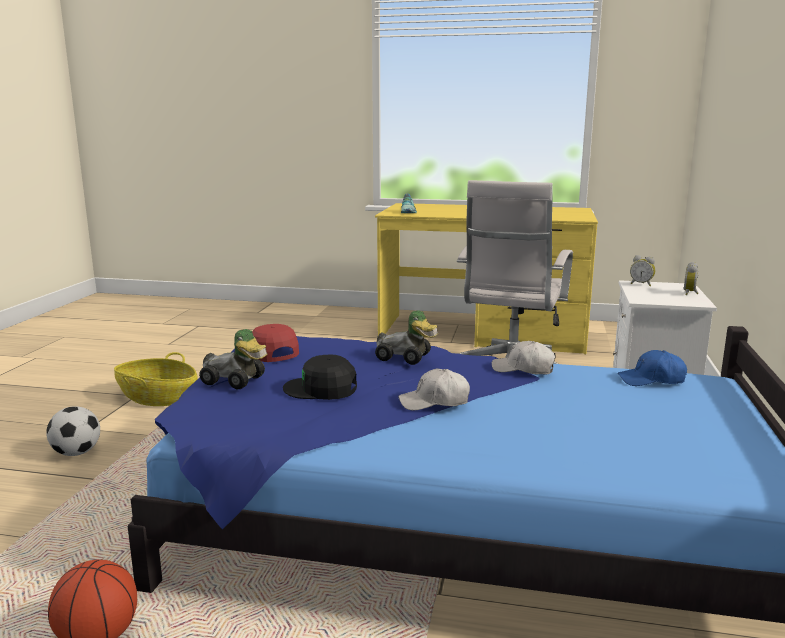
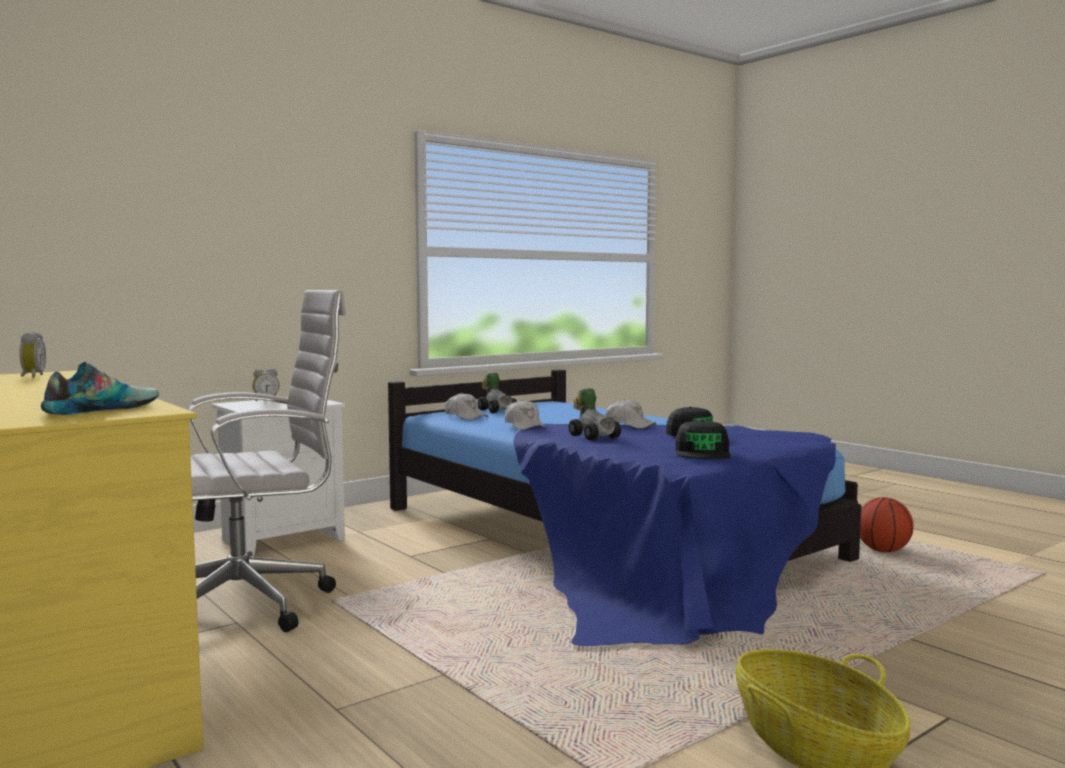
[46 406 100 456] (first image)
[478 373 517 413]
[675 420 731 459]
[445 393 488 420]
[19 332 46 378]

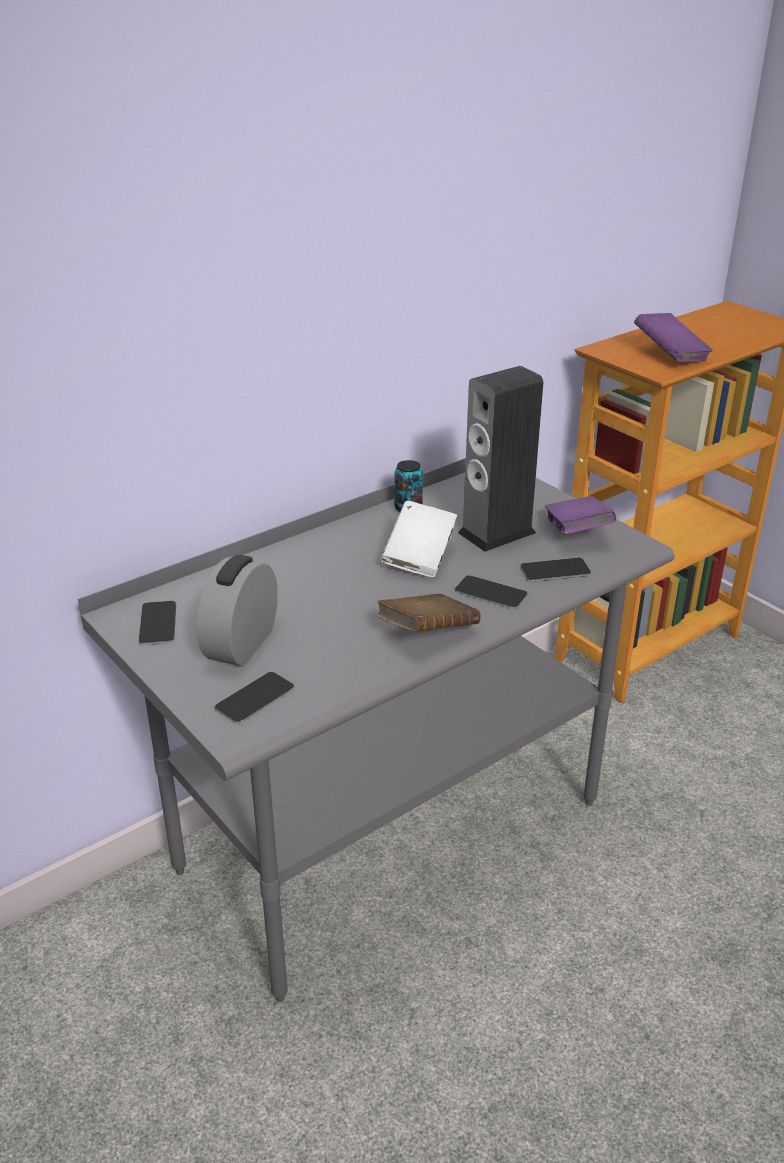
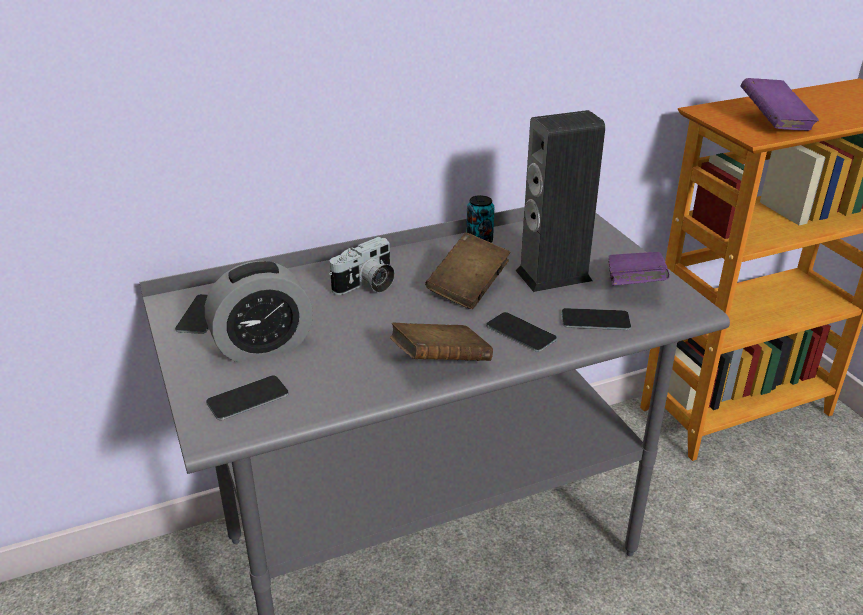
[205 261 313 362]
[425 233 511 309]
[329 237 395 295]

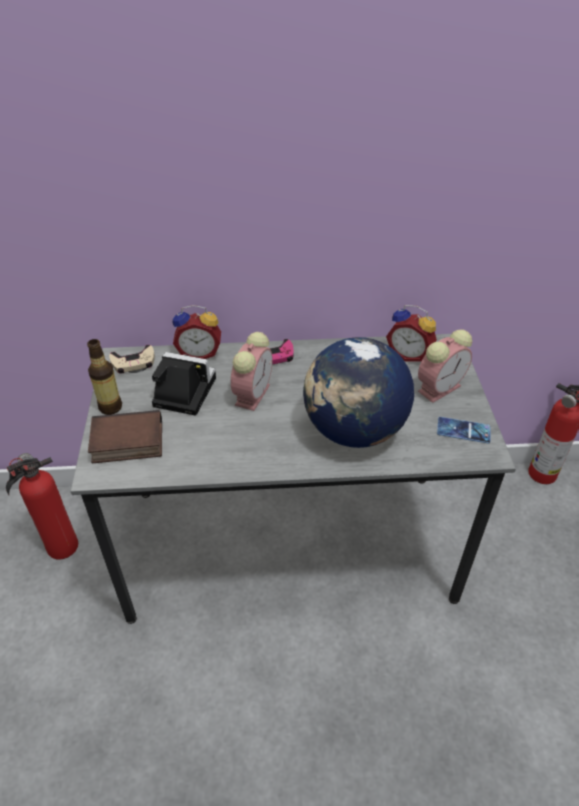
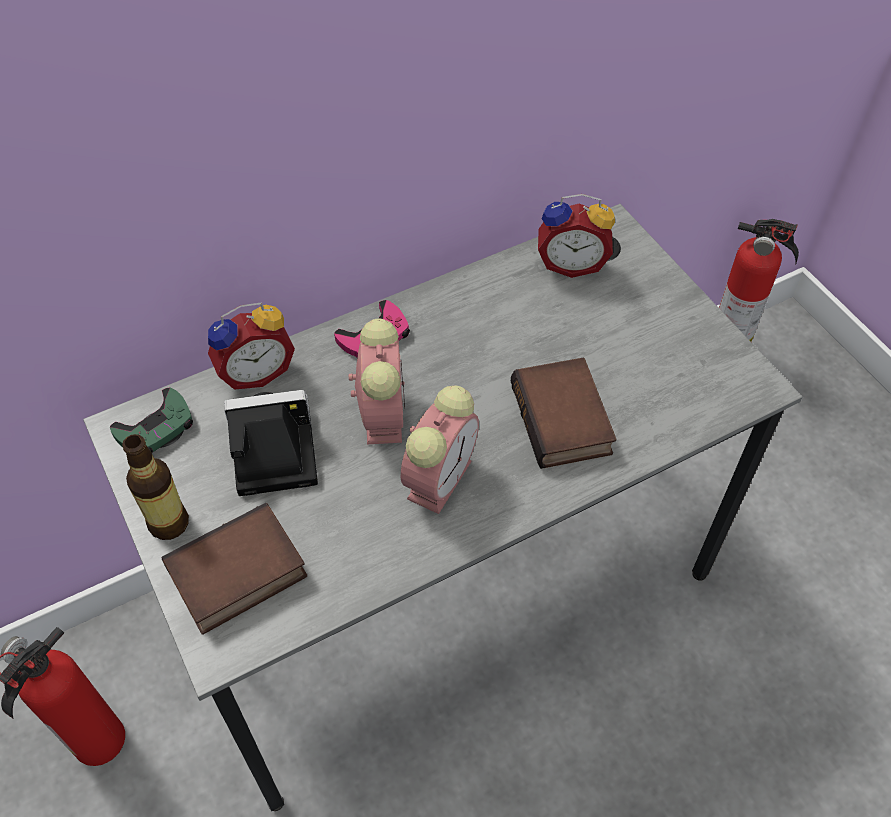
[110 388 193 453]
[511 357 616 469]
[401 386 479 514]
[437 417 490 443] (first image)

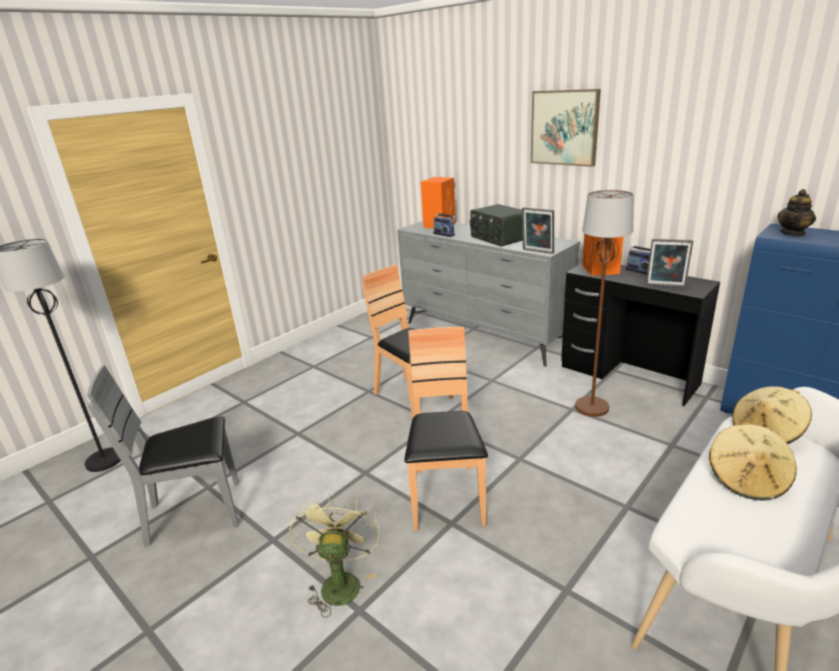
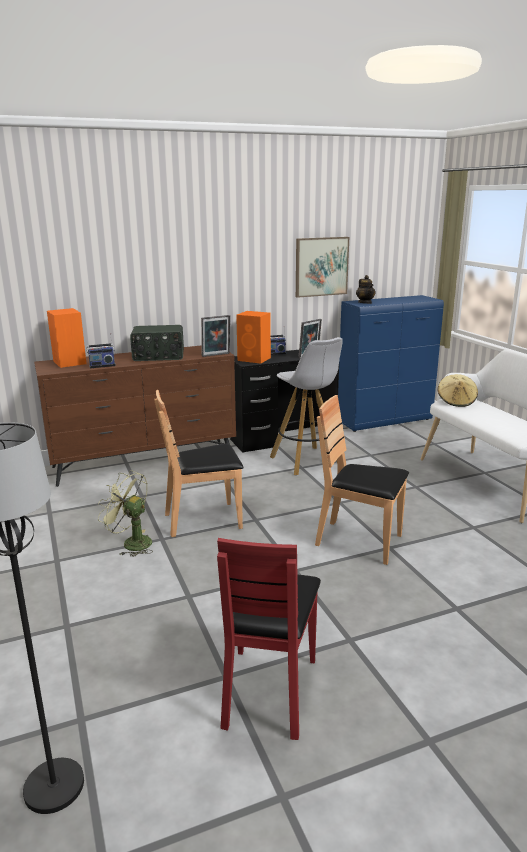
[217 538 321 740]
[98 470 153 557]
[34 345 236 487]
[296 237 349 298]
[270 337 343 475]
[709 422 797 501] (first image)

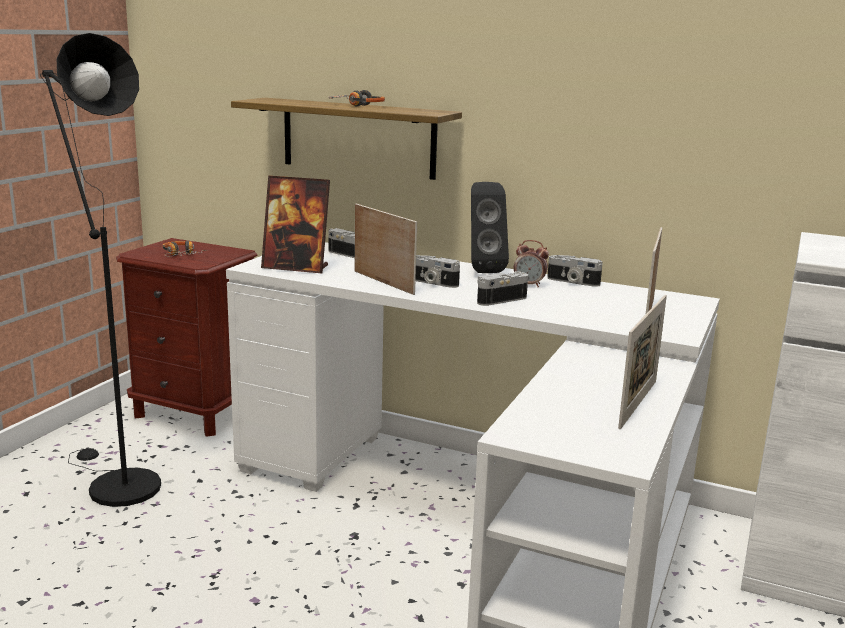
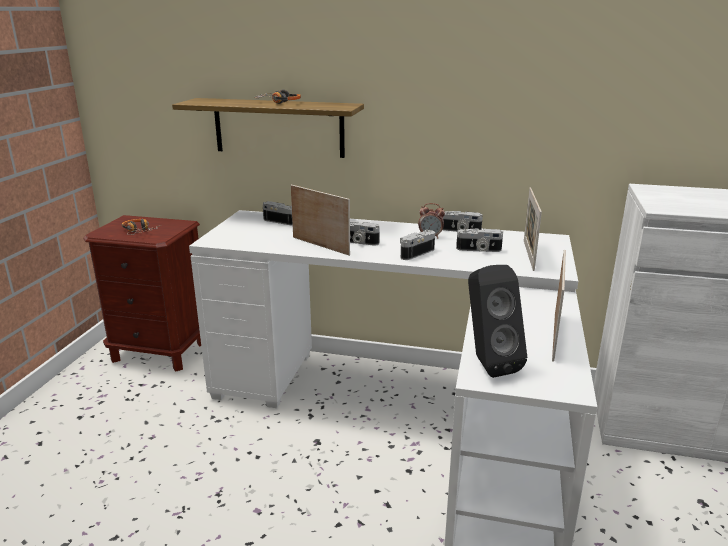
[40 33 161 507] (first image)
[261 176 330 273] (first image)
[468 265 527 378]
[456 228 503 252]

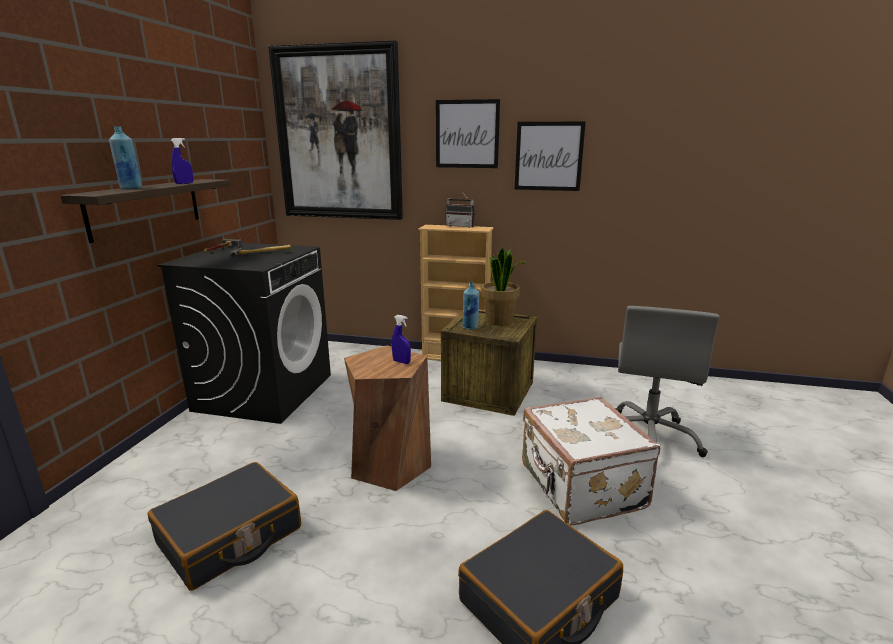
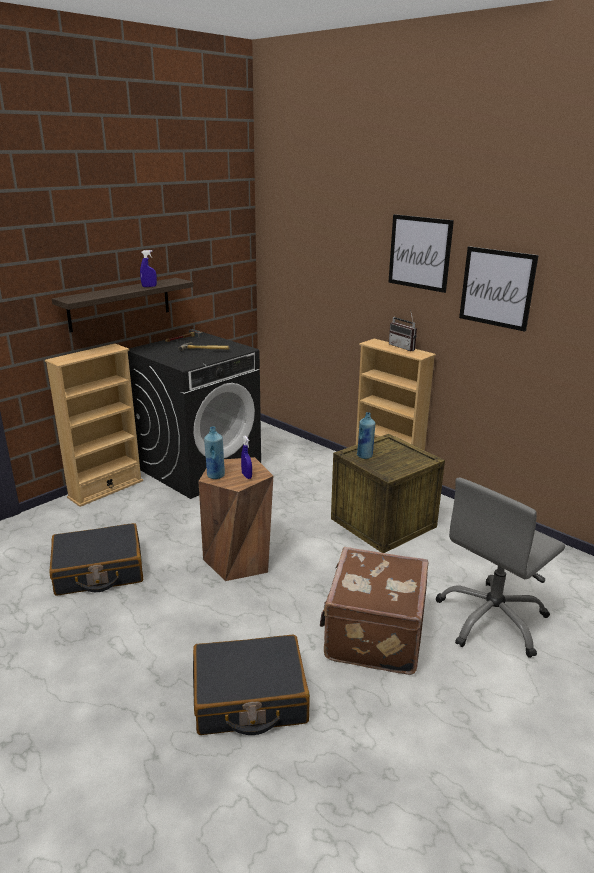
[204 426 225 479]
[268 40 403 220] (first image)
[481 248 527 326] (first image)
[320 547 429 675]
[45 344 143 507]

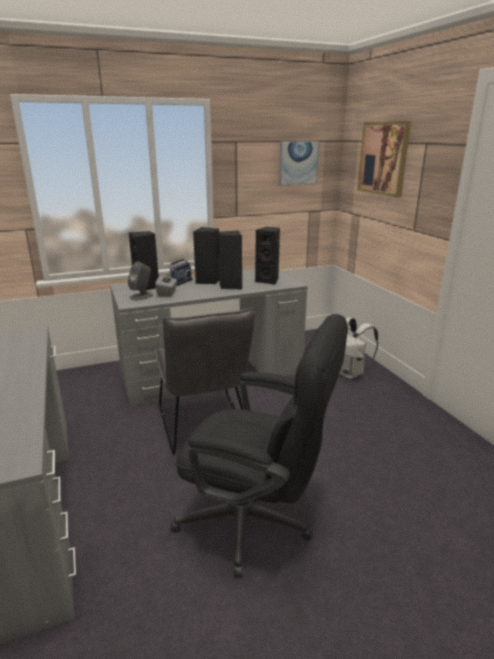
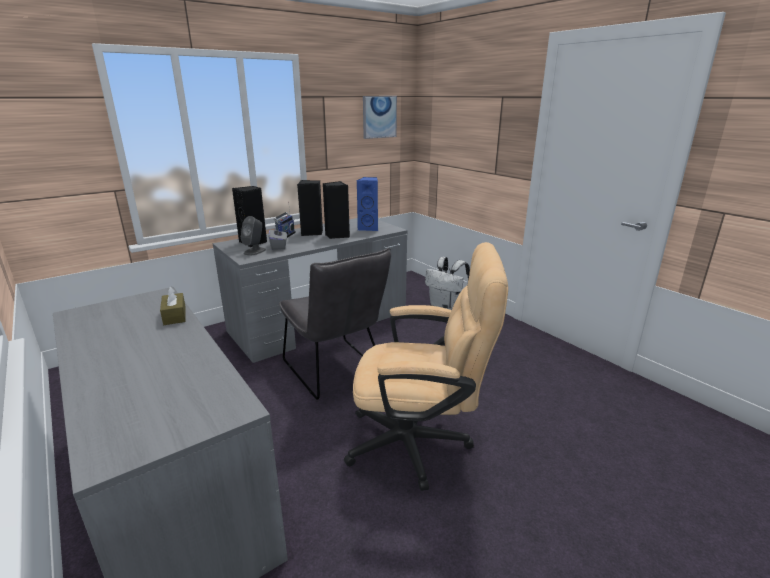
[344 242 508 491]
[357 177 378 231]
[357 121 411 198] (first image)
[160 286 186 325]

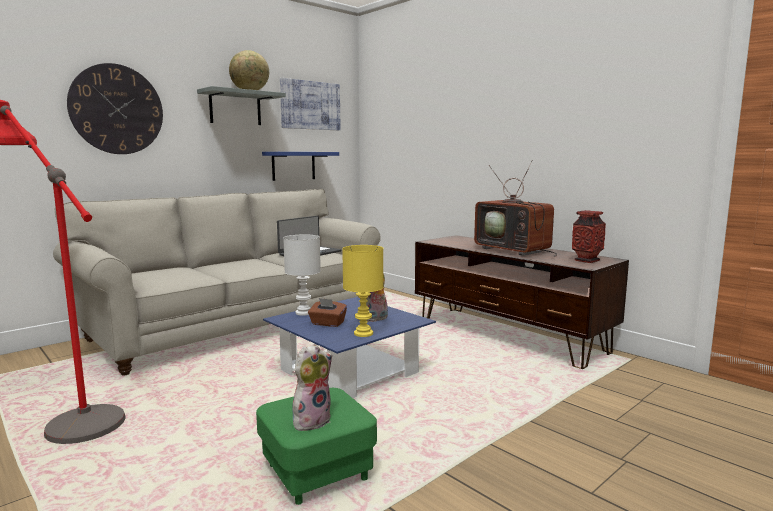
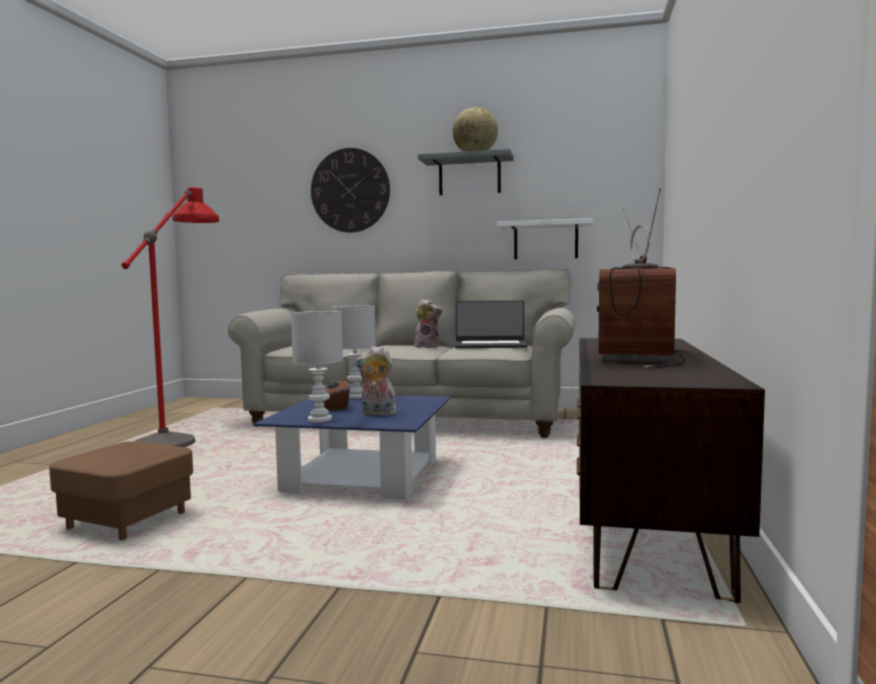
[49 441 193 540]
[497 218 593 259]
[280 78 341 130] (first image)
[414 299 443 348]
[291 311 343 422]
[572 210 606 263] (first image)

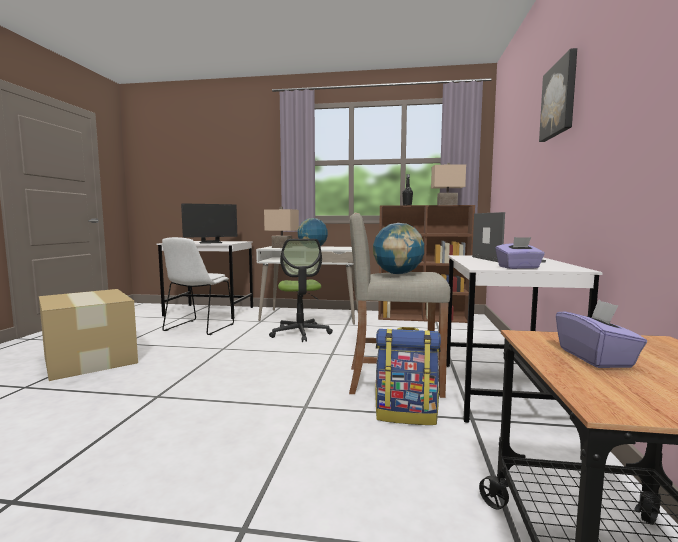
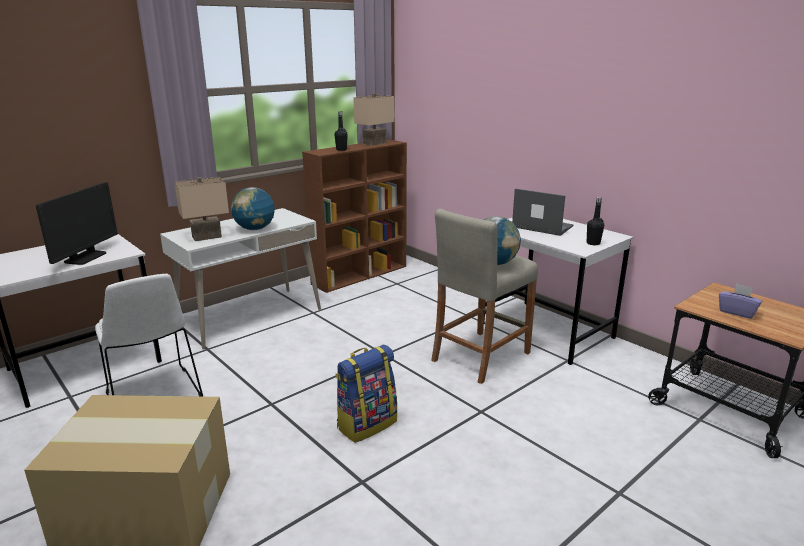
[269 239 333 342] (first image)
[336 345 397 443]
[587 197 604 245]
[539 48 577 142] (first image)

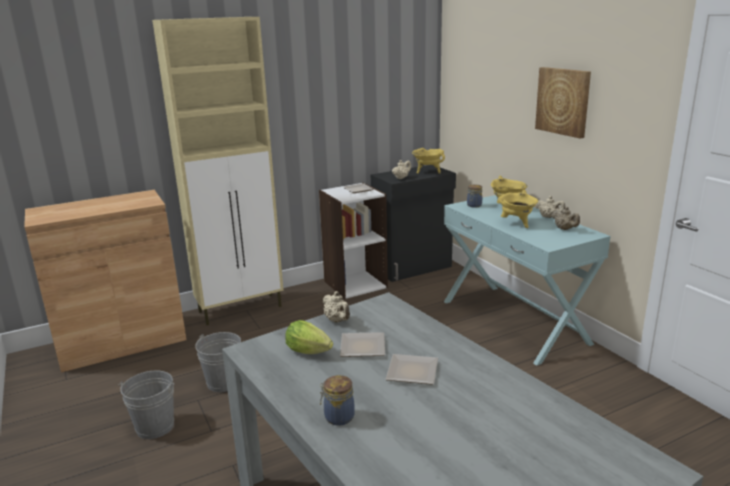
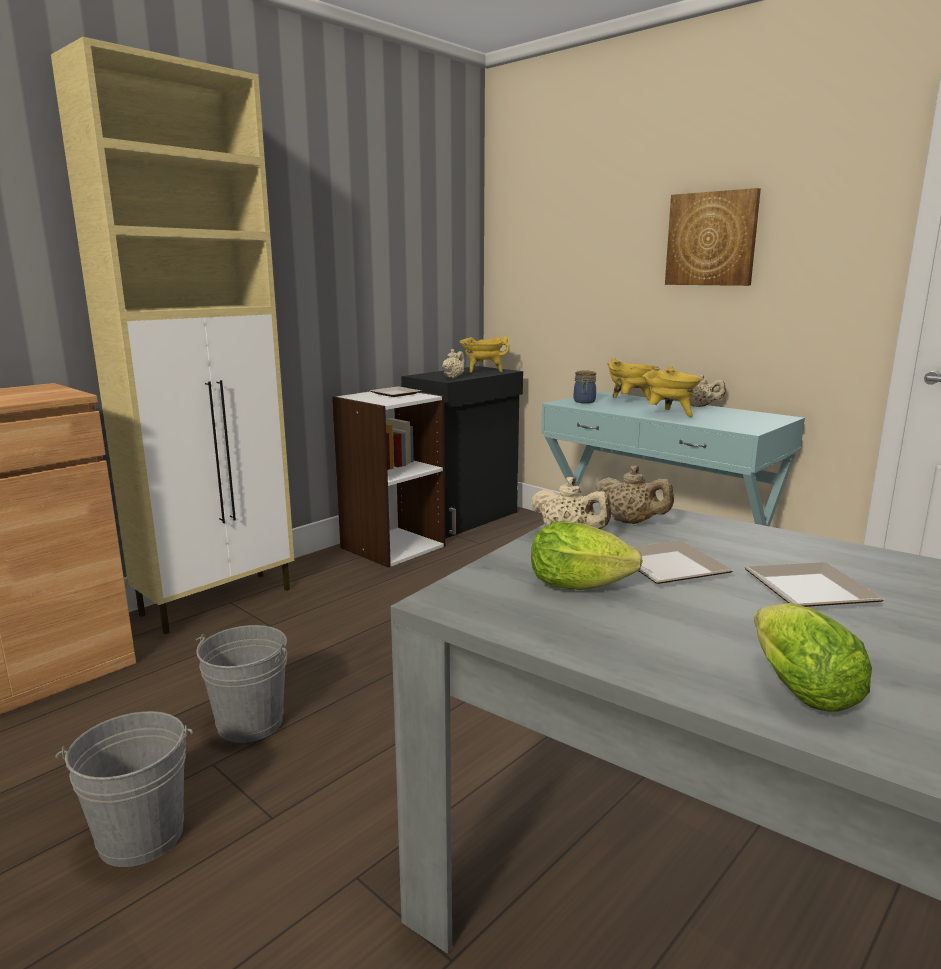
[754 603 872 712]
[594 465 674 524]

